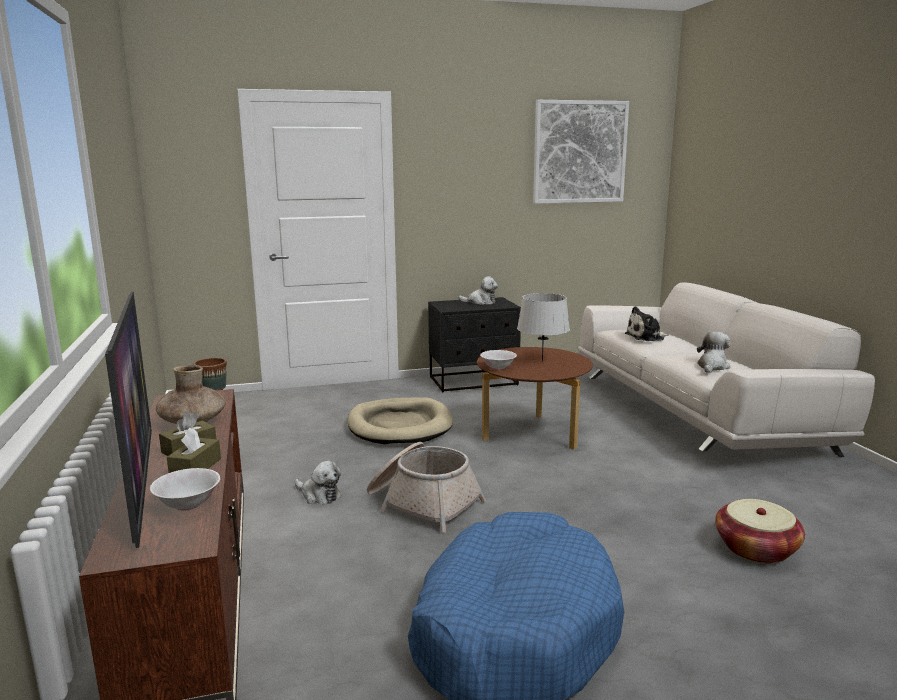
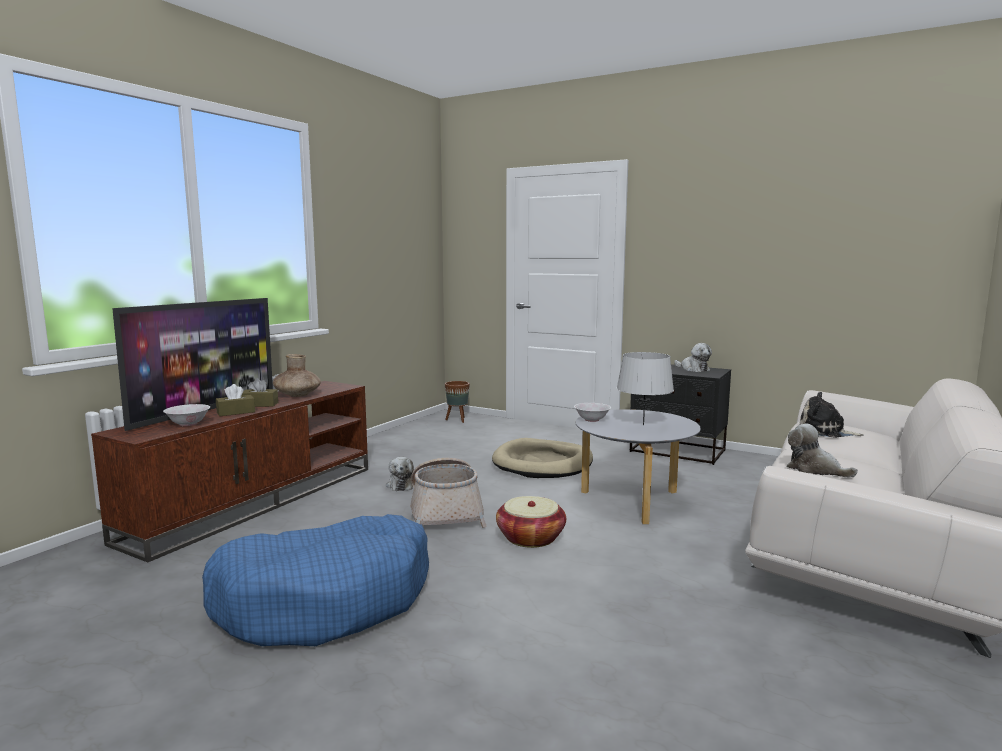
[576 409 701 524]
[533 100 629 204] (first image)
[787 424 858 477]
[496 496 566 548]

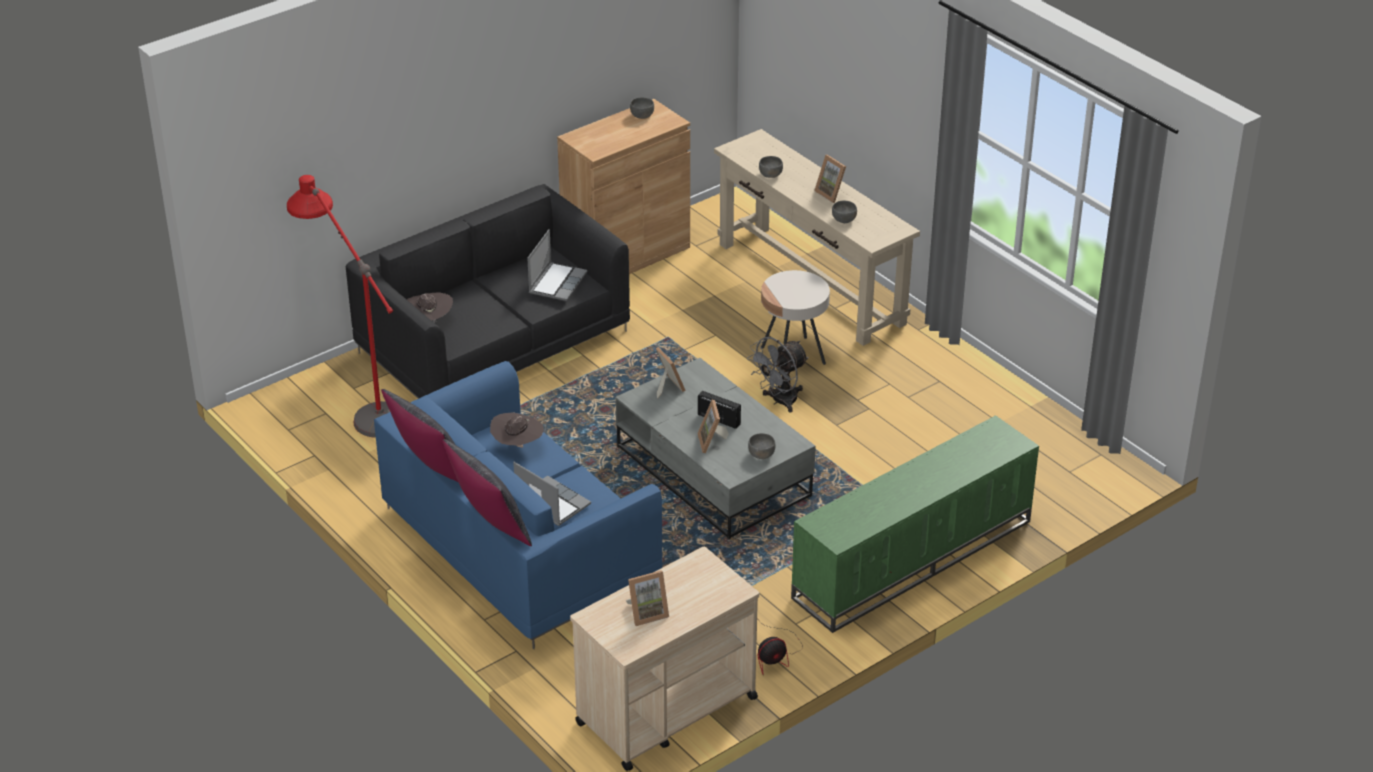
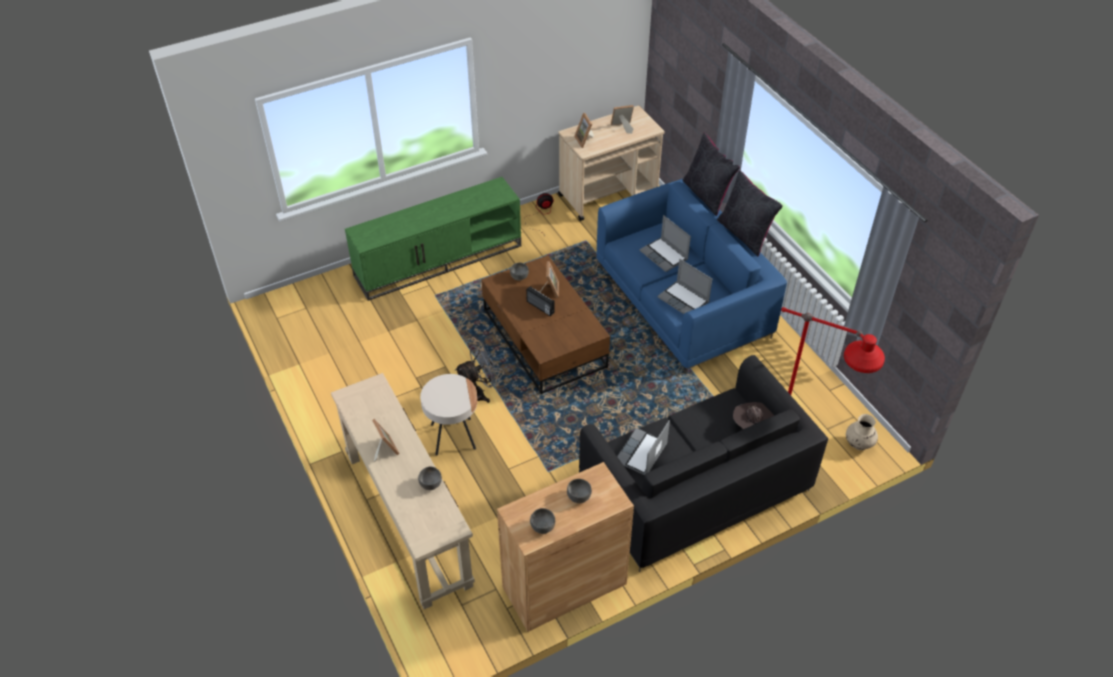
[658 259 712 314]
[481 255 610 394]
[574 113 594 148]
[567 479 592 503]
[846 414 878 450]

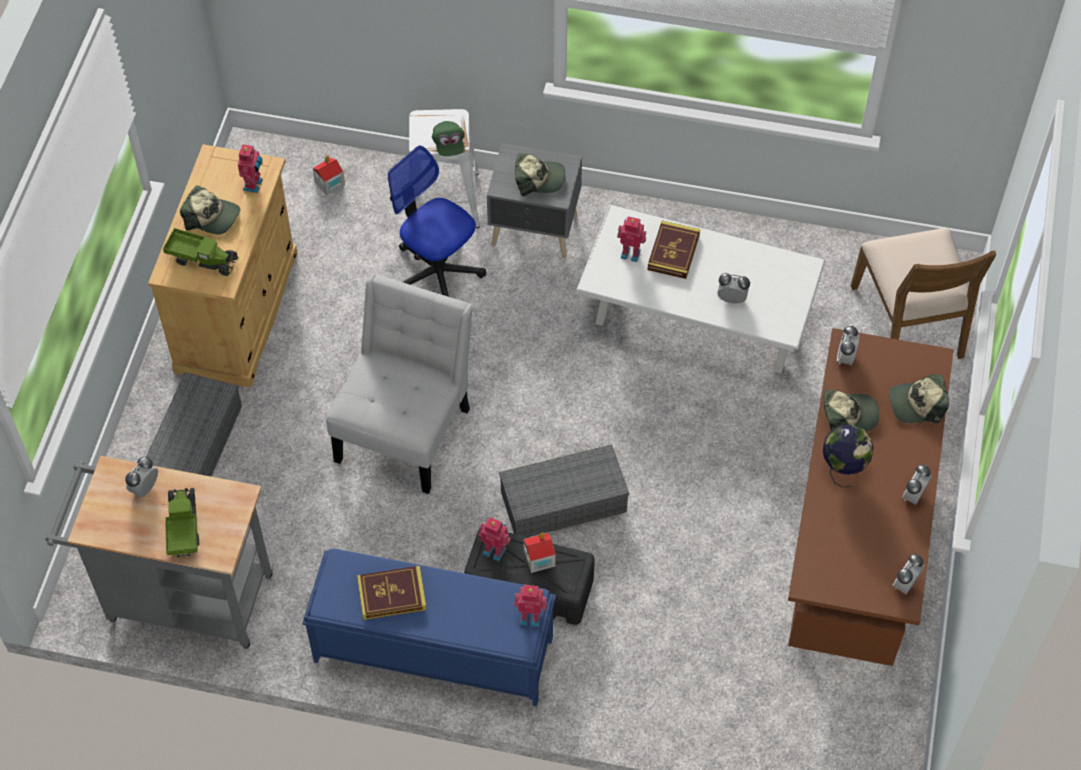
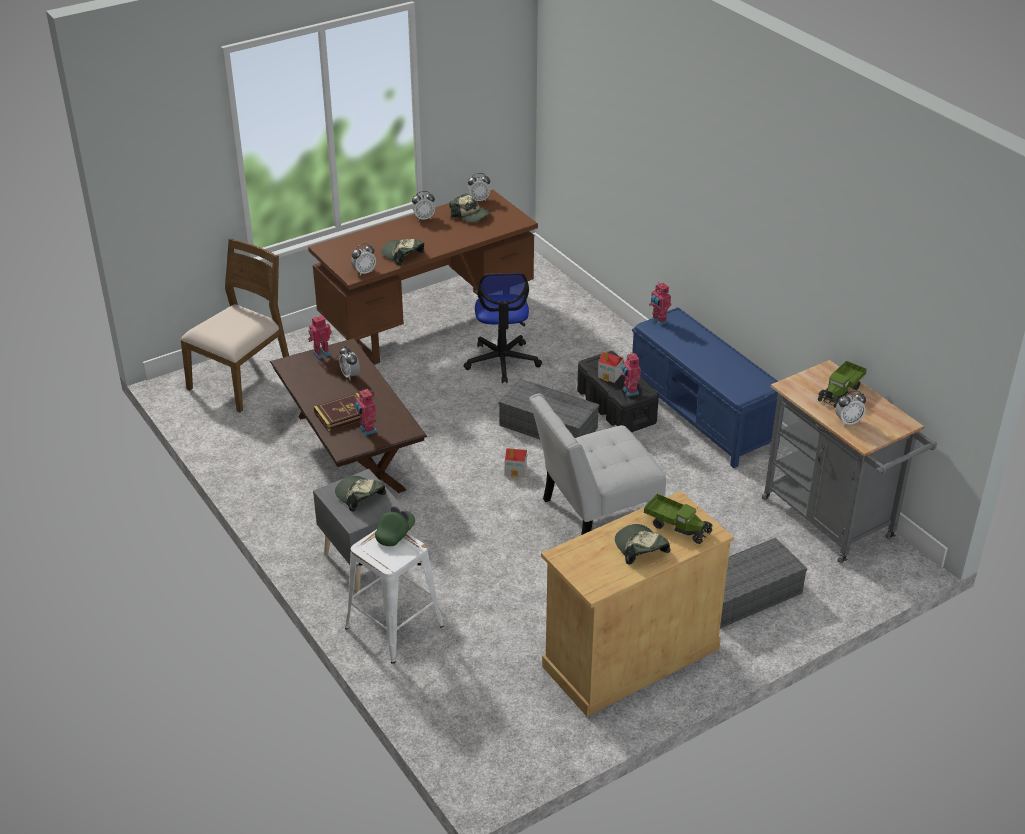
[644 494 713 544]
[308 315 332 359]
[505 448 527 477]
[357 566 427 620] (first image)
[464 273 542 383]
[270 338 427 493]
[823 424 873 487] (first image)
[449 193 491 222]

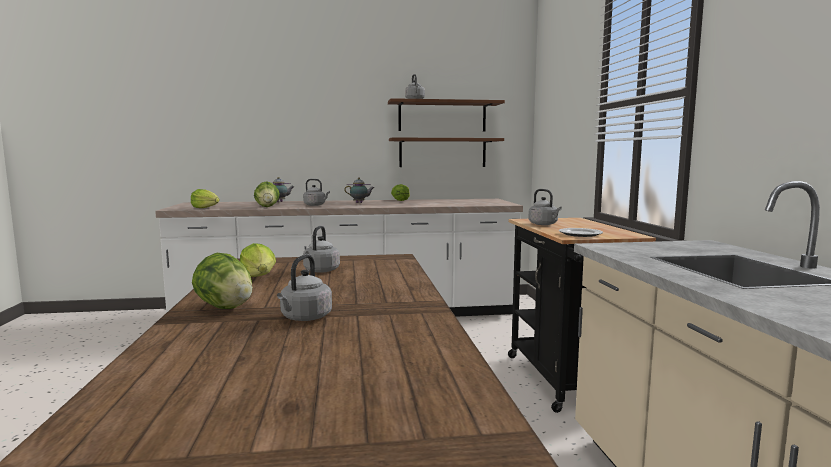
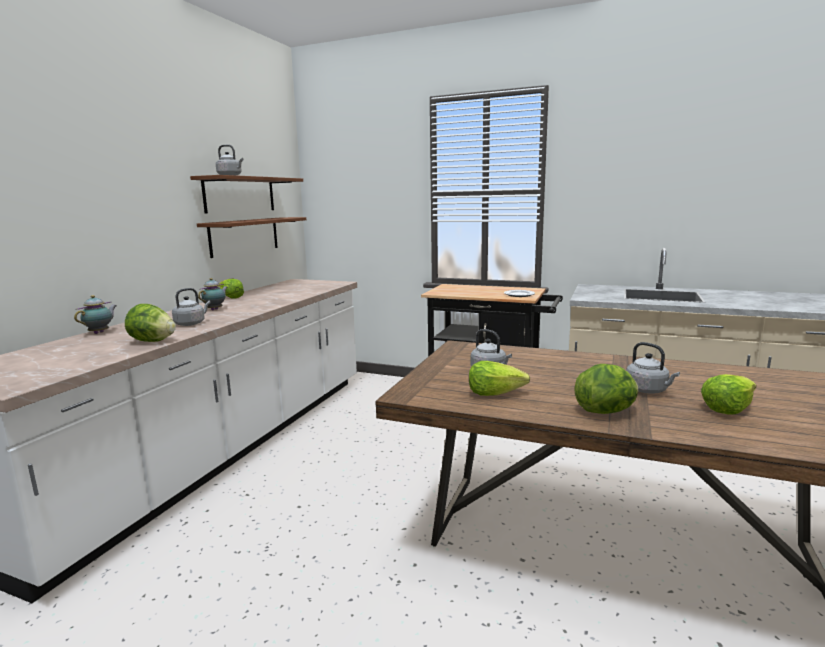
[701 374 756 414]
[528 189 562 225] (first image)

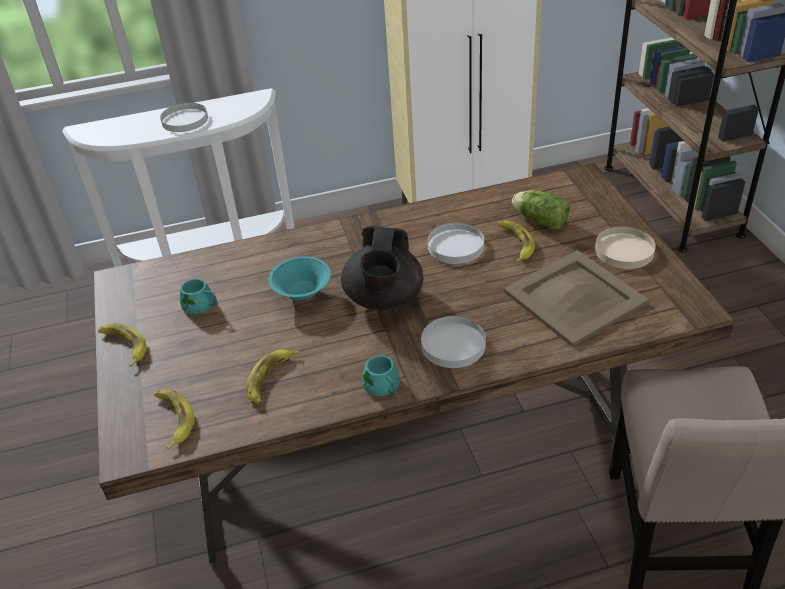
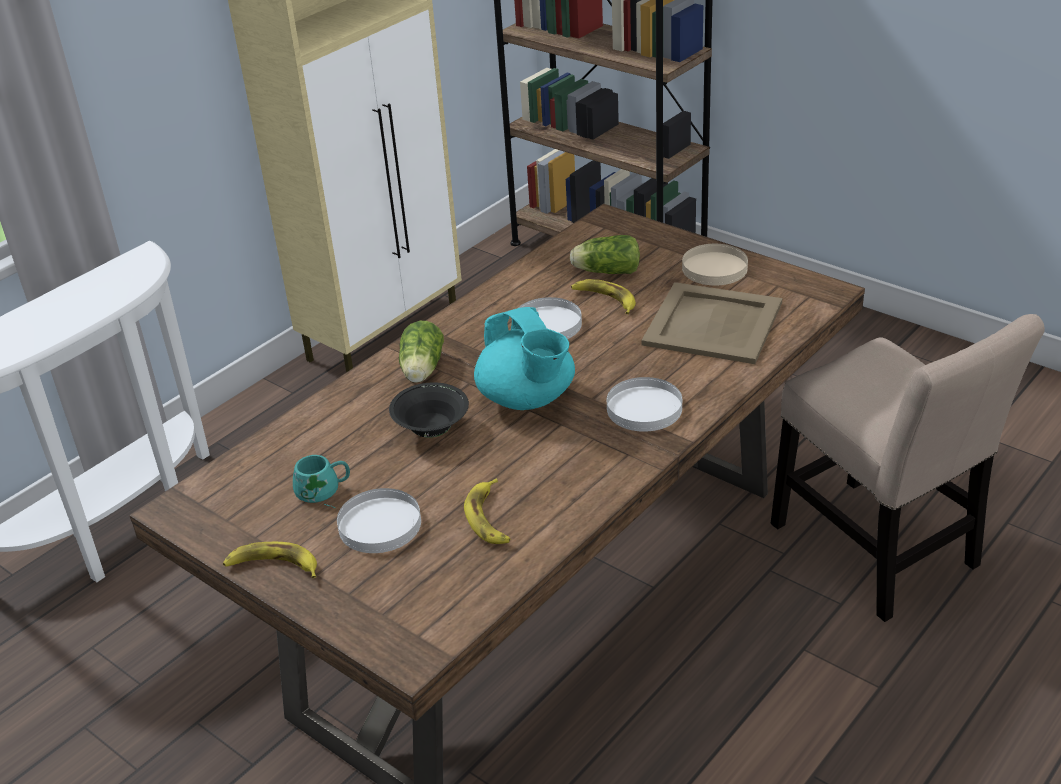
[154 389 194 449] (first image)
[337 488 421 553]
[389 382 469 438]
[474 307 575 410]
[362 355 400 404] (first image)
[399 321 444 383]

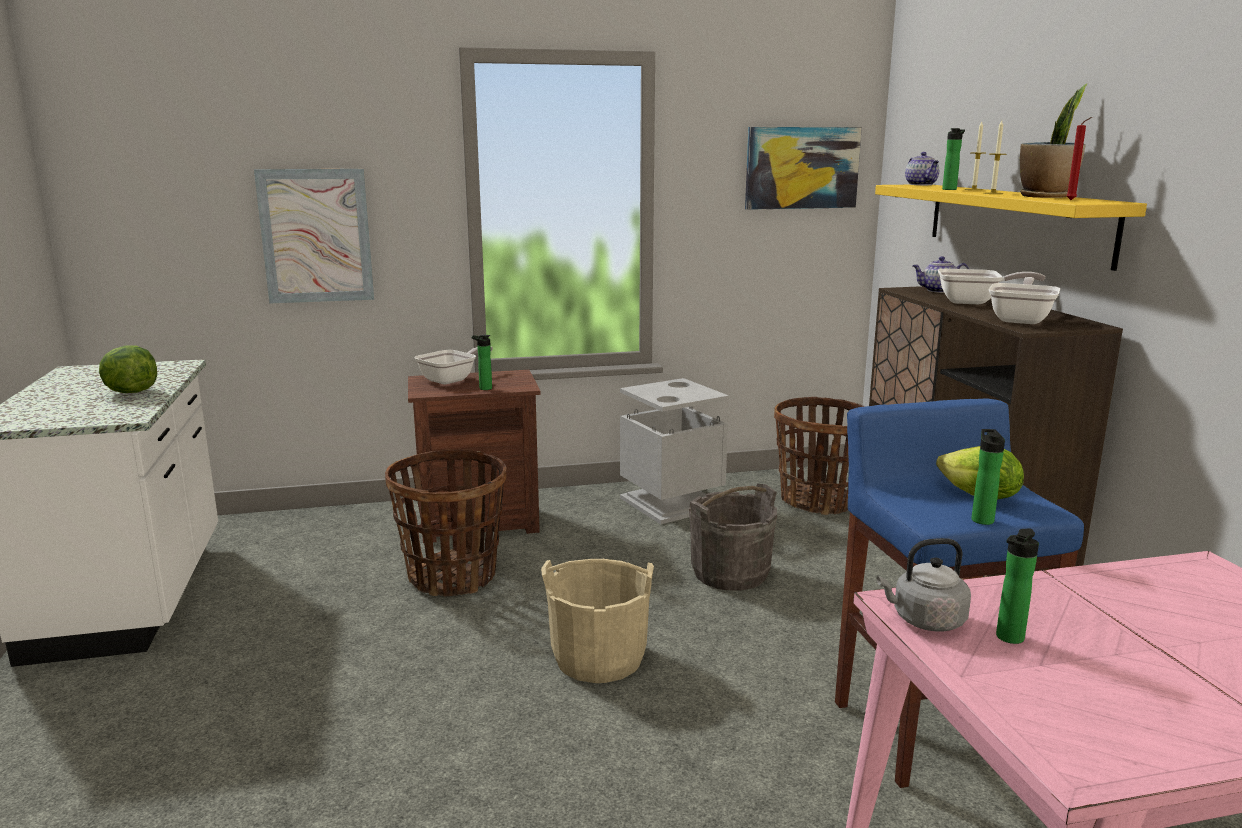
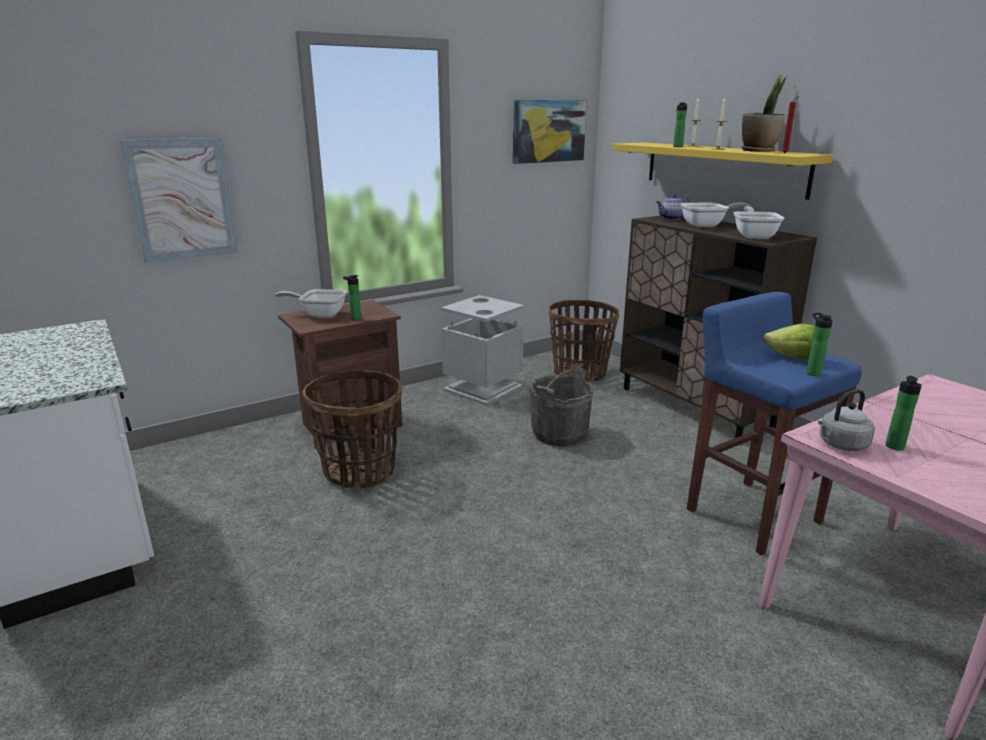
[99 345 157 393] (first image)
[275 289 347 317]
[541 558 654 683] (first image)
[905 152 939 185] (first image)

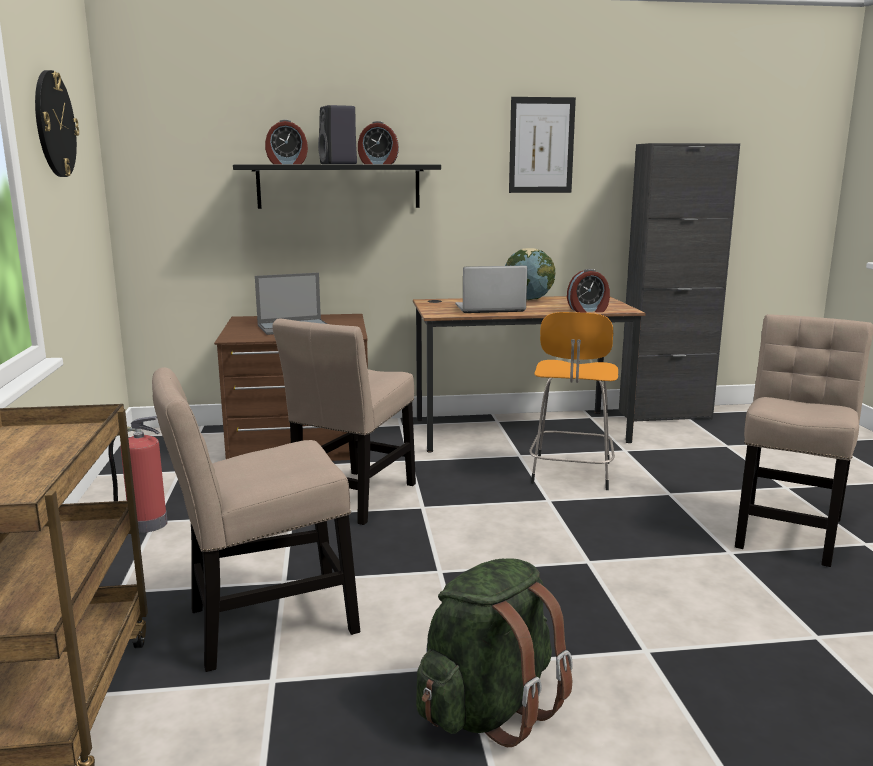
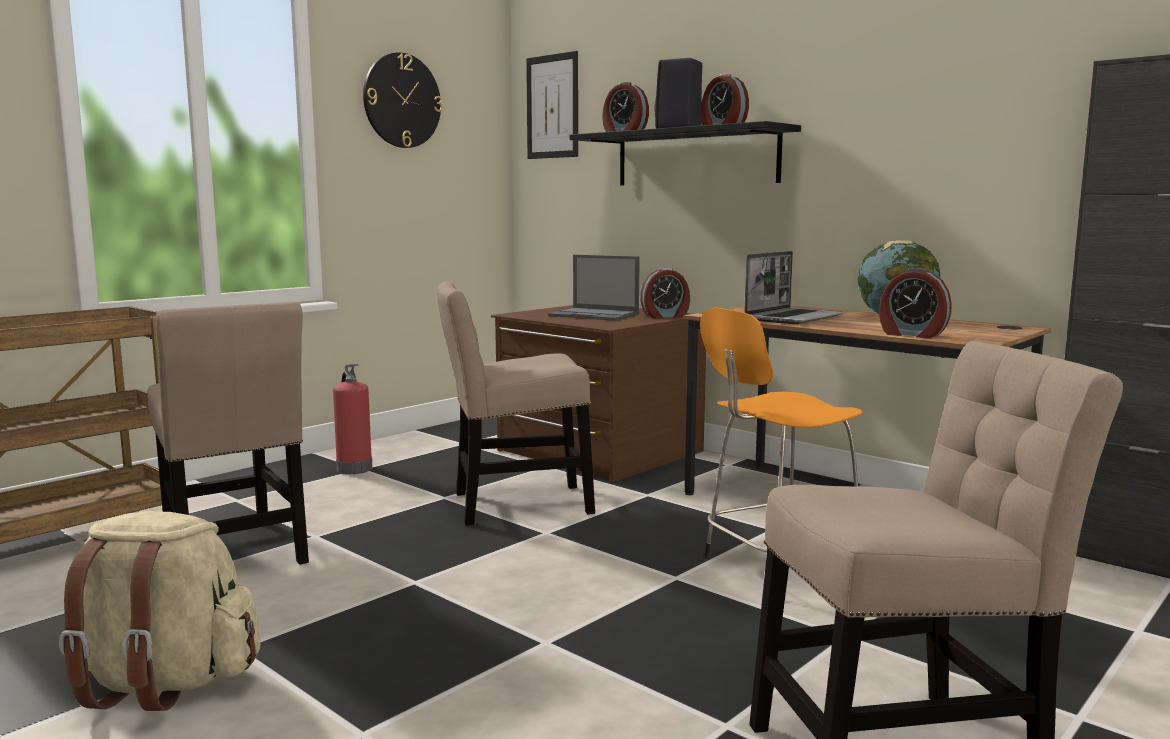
[147 302 309 565]
[59 511 261 711]
[744 251 844 324]
[526 51 578 159]
[640 267 690 318]

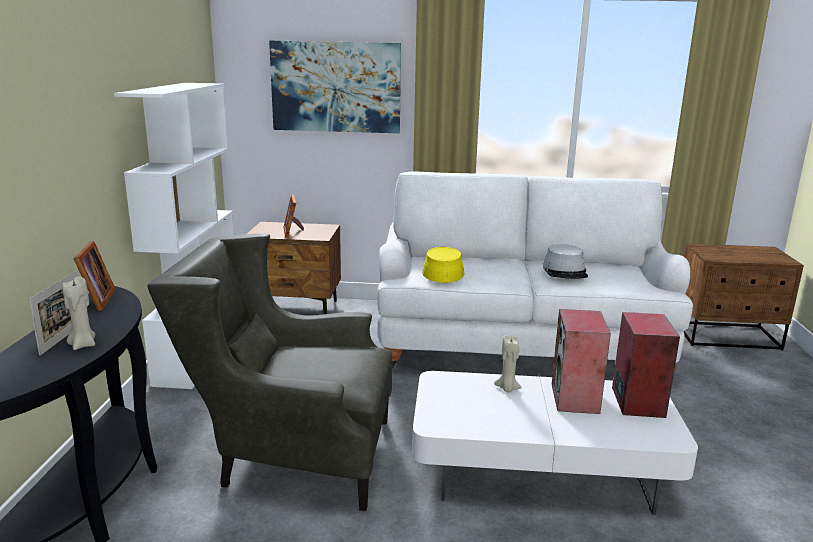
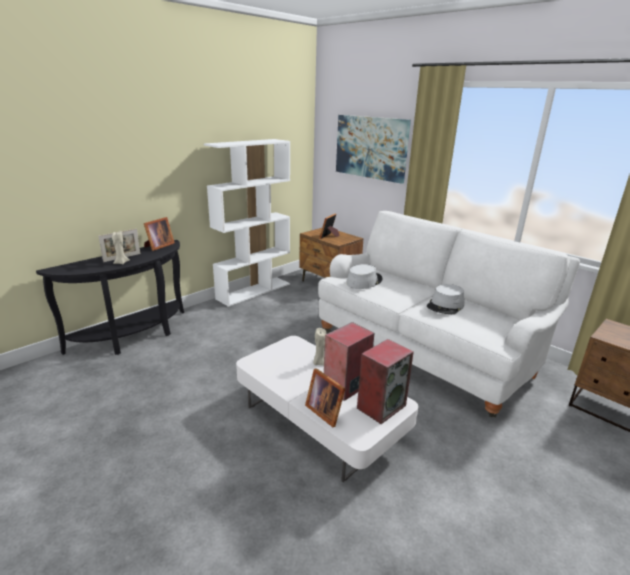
[148 233 392 511] (first image)
[346 264 382 289]
[305 368 345 427]

